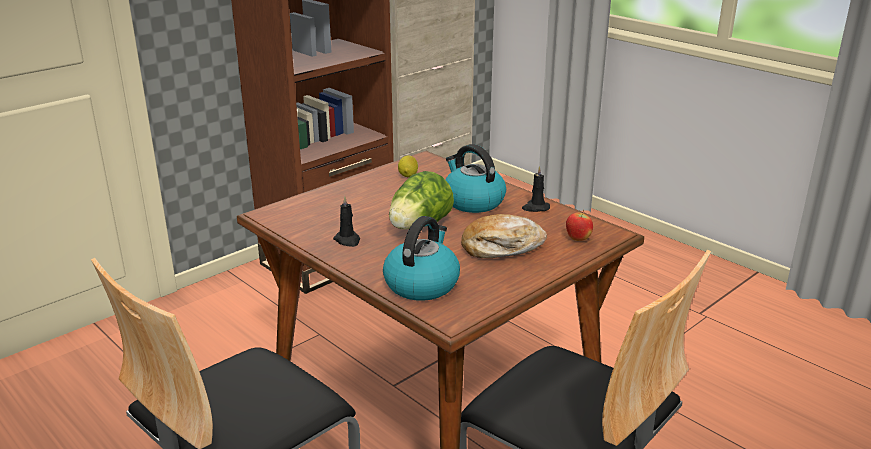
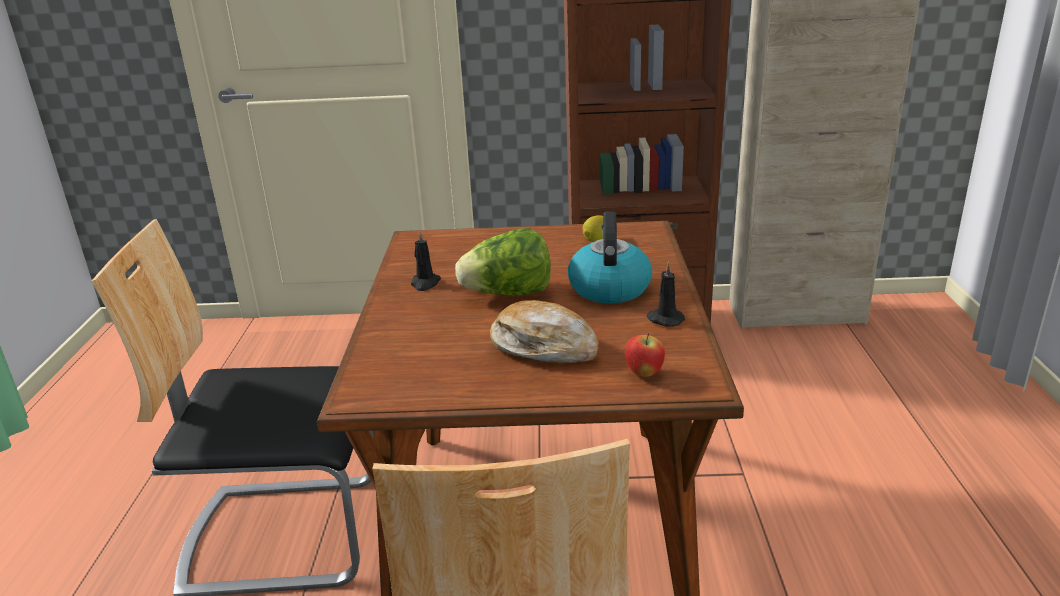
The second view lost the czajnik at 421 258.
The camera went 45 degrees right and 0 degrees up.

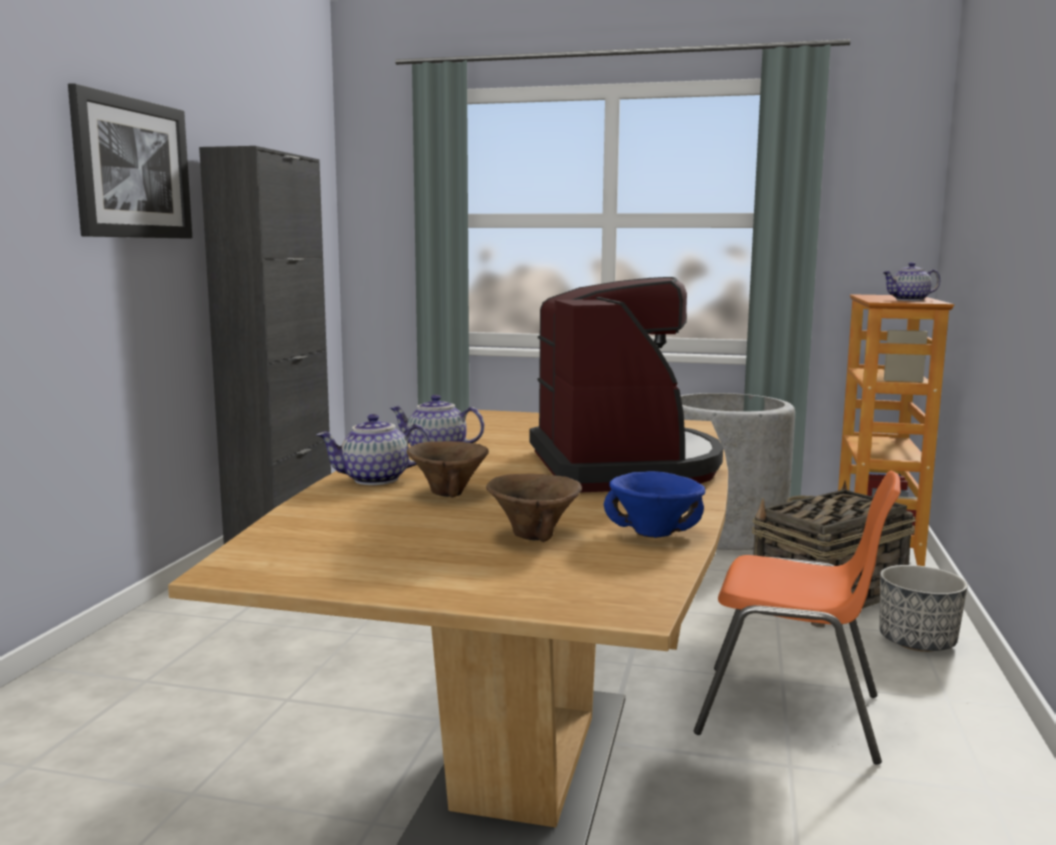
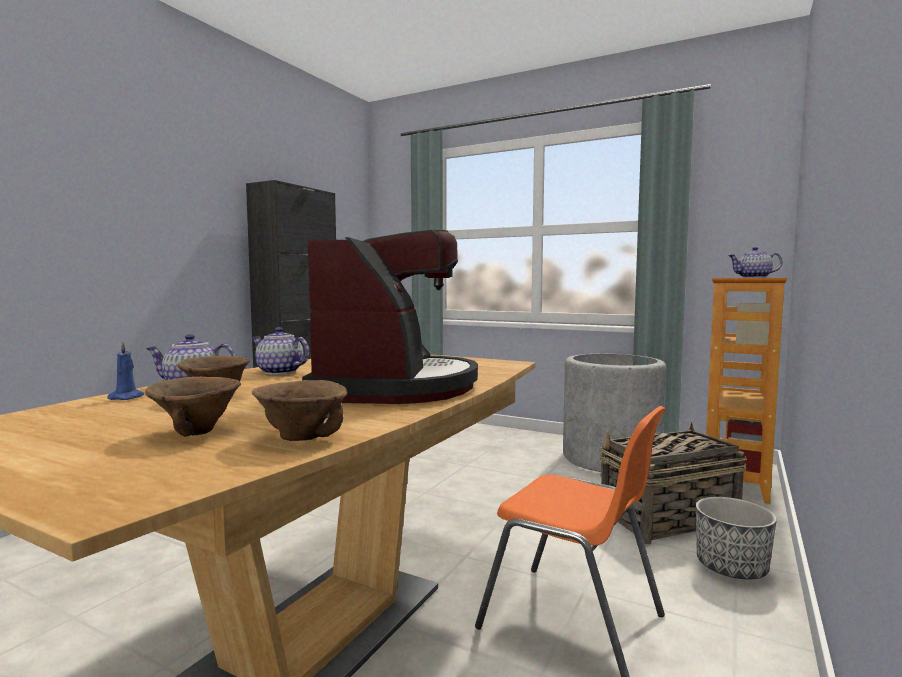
The second view lost the obraz at 130 161.
What was the miska [niebieski] at 654 504 turned into the miska [brązowy] at 299 410.
The second view gained the świeca [niebieski] at 125 370.
The camera went 15 degrees right and 5 degrees down.

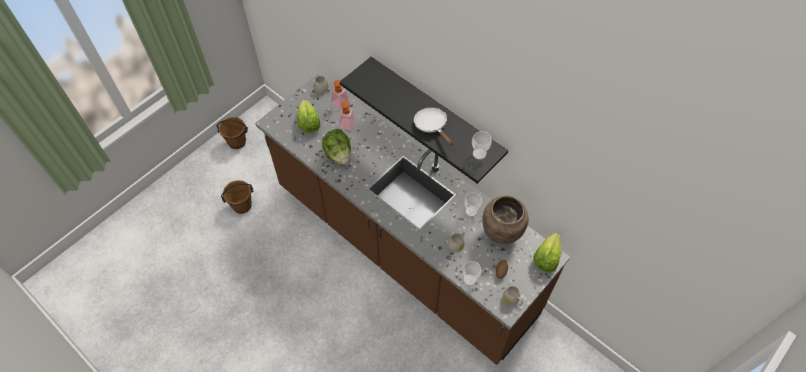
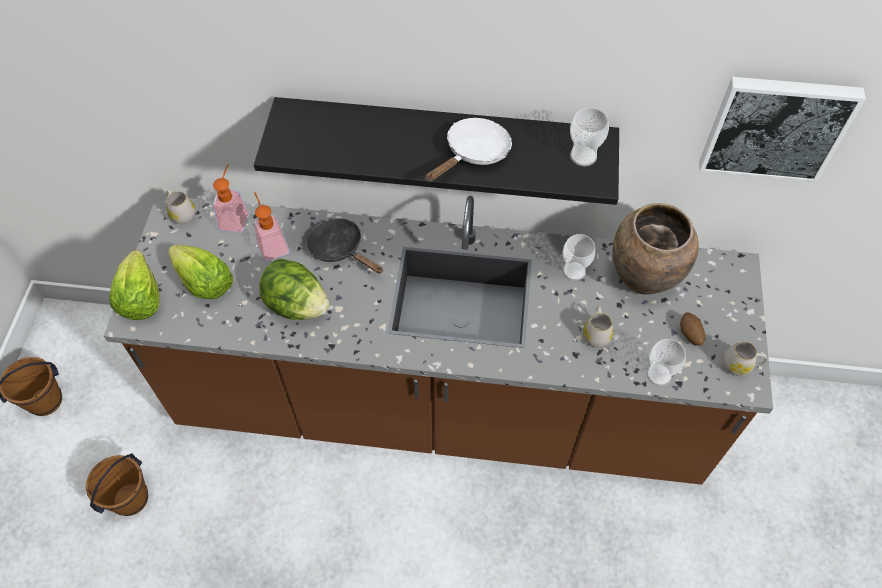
The patelnia [biały] at 434 126 ended up facing another way, 105 degrees clockwise from before.
The sałata ended up elsewhere, having gone from 547 253 to 134 285.
The second view gained the patelnia [czarny] at 345 246.
The second view gained the obraz at 782 130.
The camera went 35 degrees left and 0 degrees up.

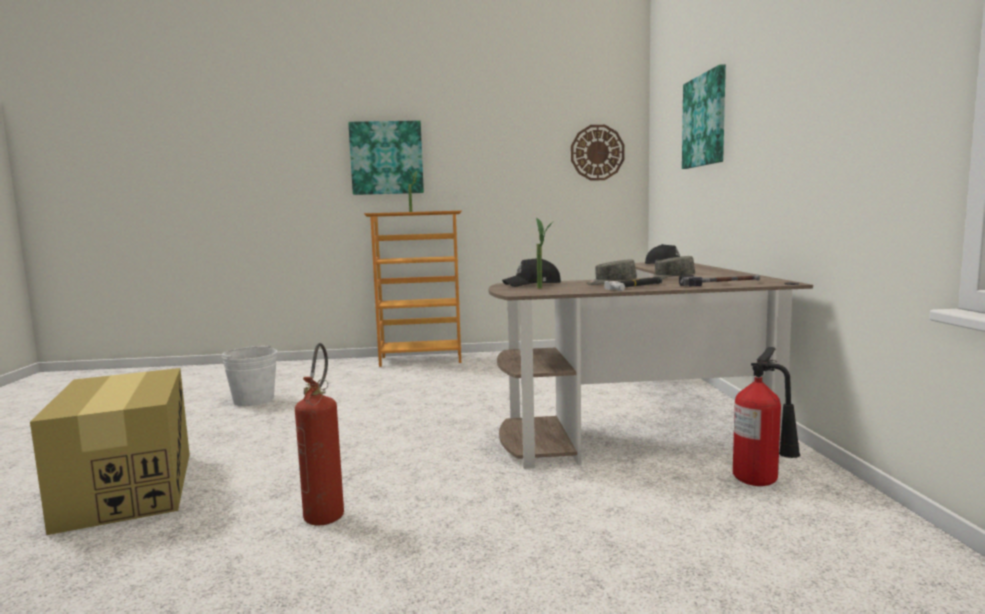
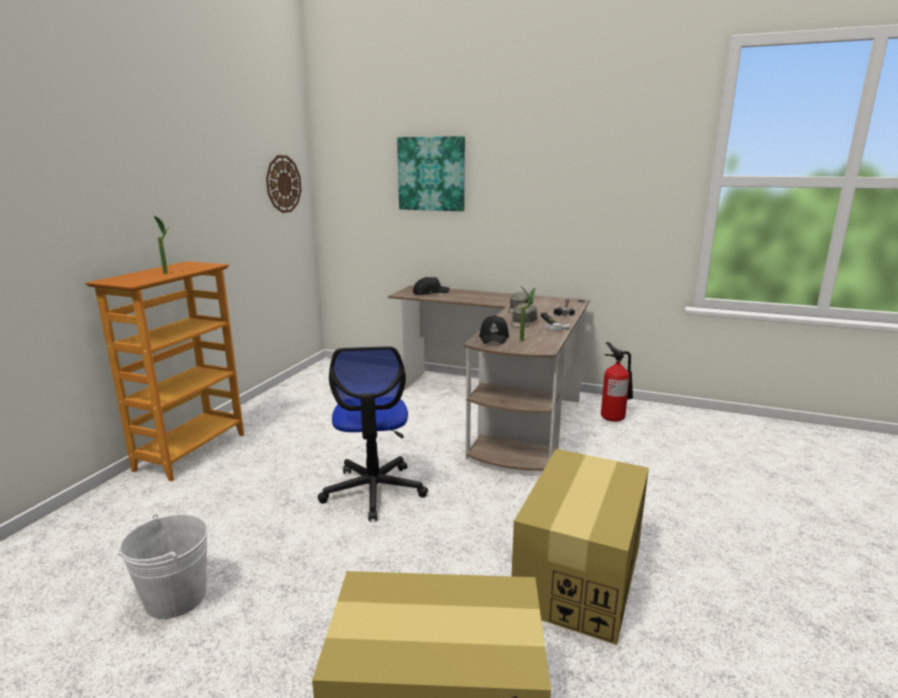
Where the gaśnica stood at 319 434, the karton came to stand at 580 547.
The second view lost the obraz at 386 158.
The second view gained the krzesło biurowe at 373 433.
The camera went 65 degrees left and 10 degrees up.

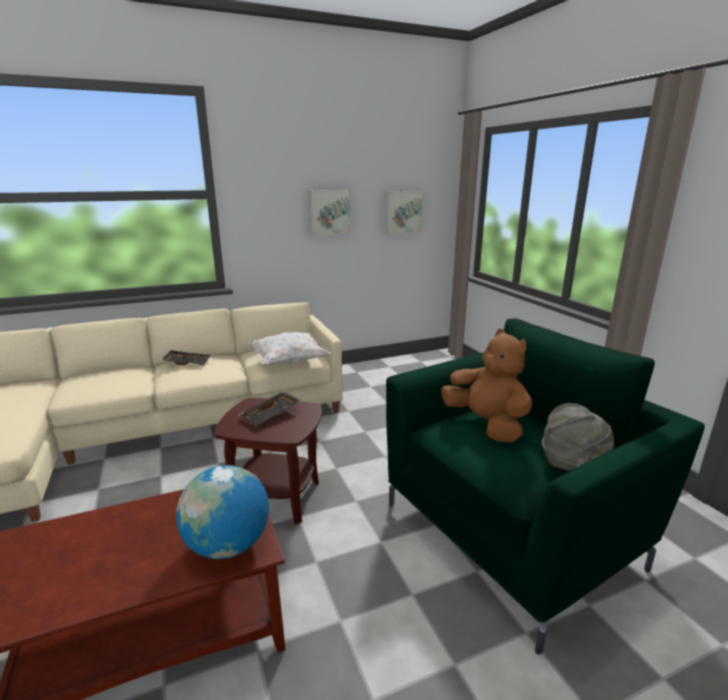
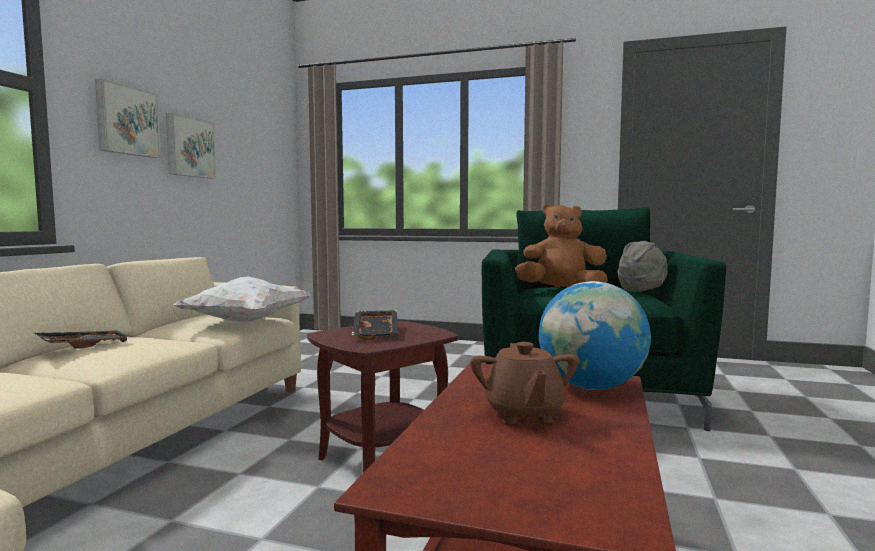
The obraz ended up elsewhere, having gone from 404 212 to 128 118.
The second view gained the imbryk [brązowy] at 524 383.
The camera went 50 degrees left and 15 degrees down.

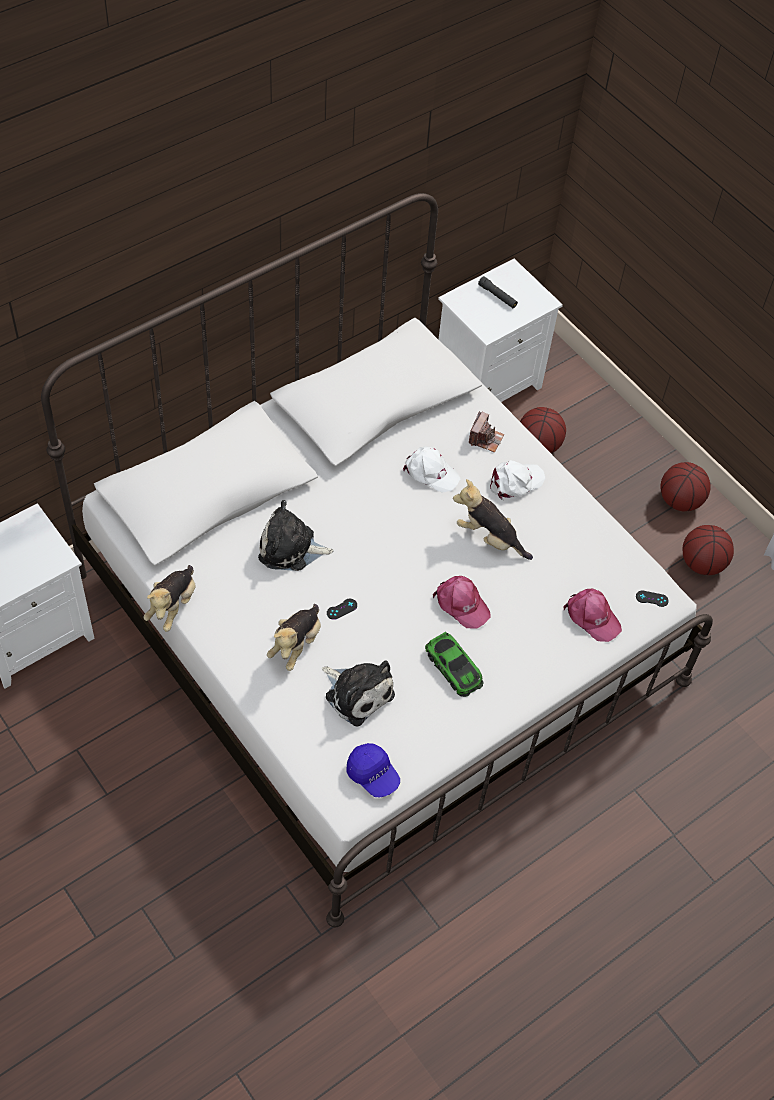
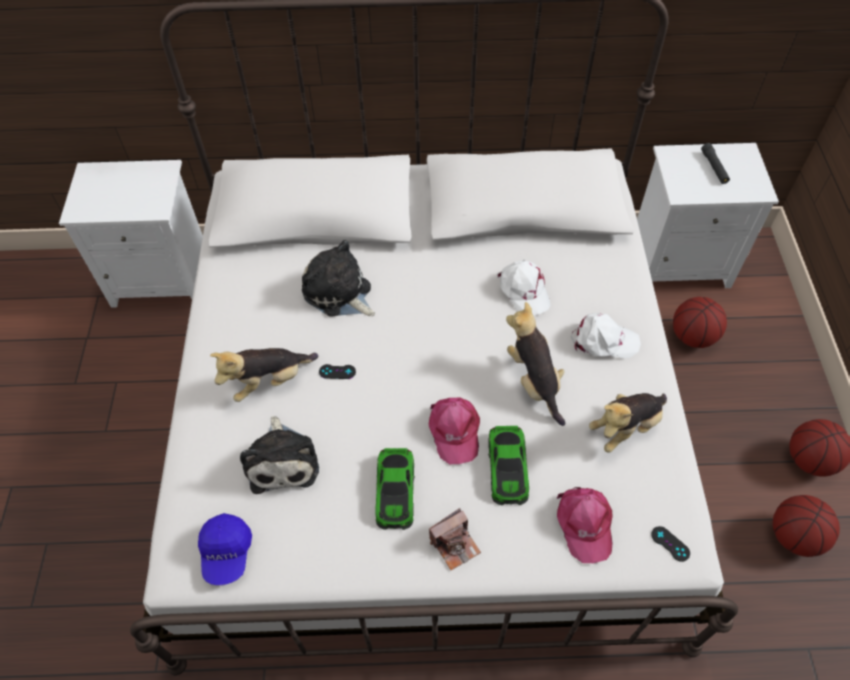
The pluszak ended up elsewhere, having gone from 169 598 to 628 423.
The aparat fotograficzny ended up elsewhere, having gone from 486 432 to 455 539.
The second view gained the samochodzik at 508 465.
The camera went 40 degrees right and 0 degrees up.

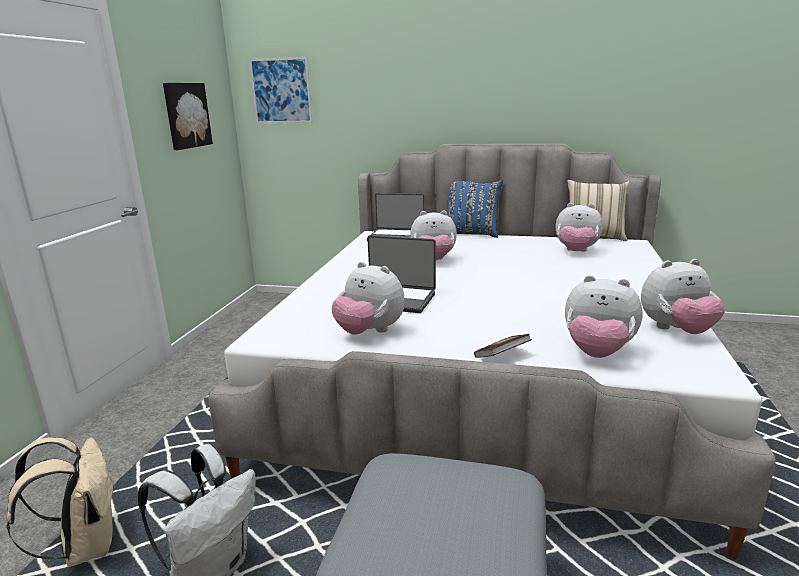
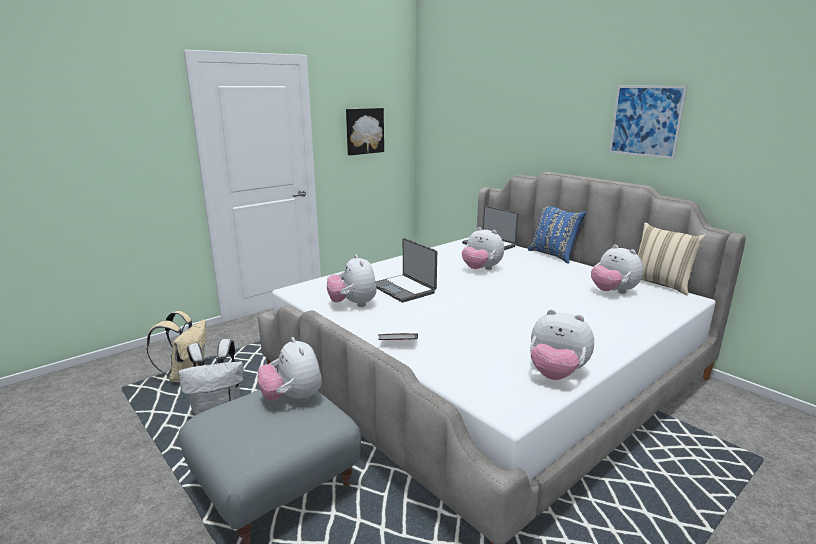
The obraz ended up elsewhere, having gone from 281 90 to 648 122.
The pluszak ended up elsewhere, having gone from 604 316 to 289 369.
The camera went 35 degrees right and 0 degrees up.

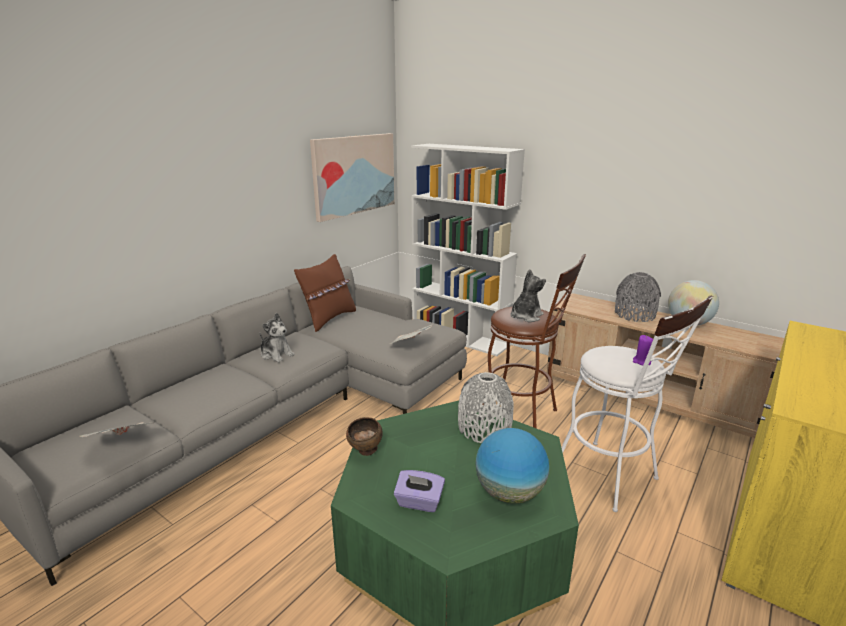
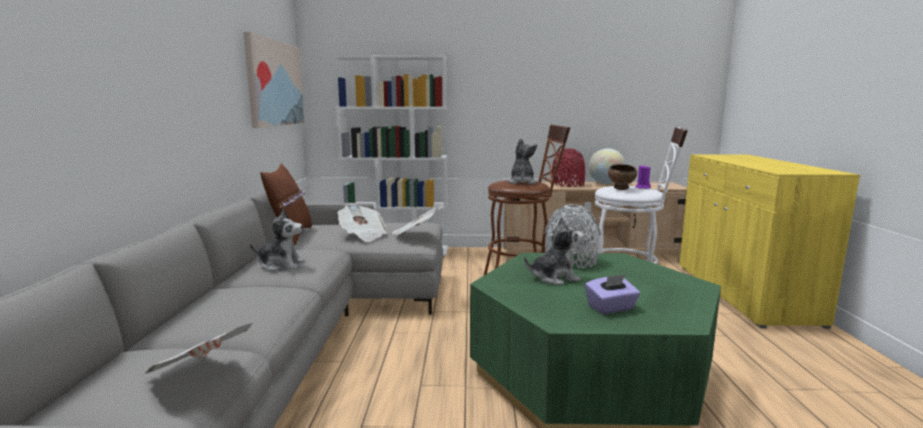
The miska [brązowy] ended up elsewhere, having gone from 364 436 to 622 177.
The second view lost the globus at 512 466.
What was the wazon [szary] at 638 297 turned into the wazon [czerwony] at 568 168.
The second view gained the gazeta at 362 223.
The second view gained the pluszak at 554 250.
The camera went 35 degrees left and 10 degrees down.

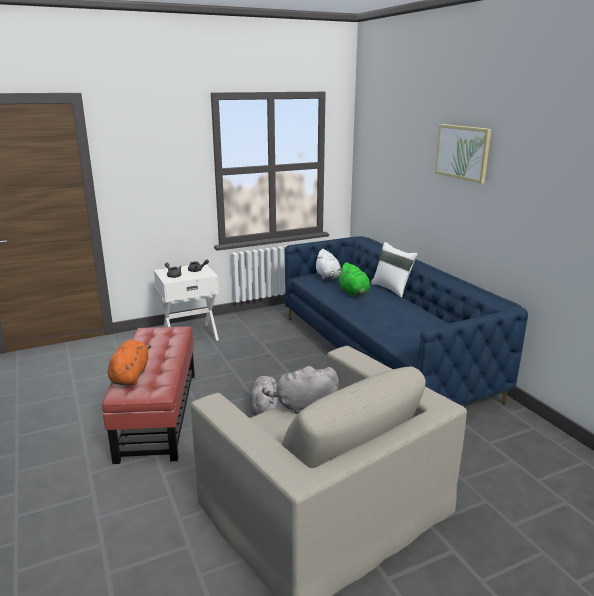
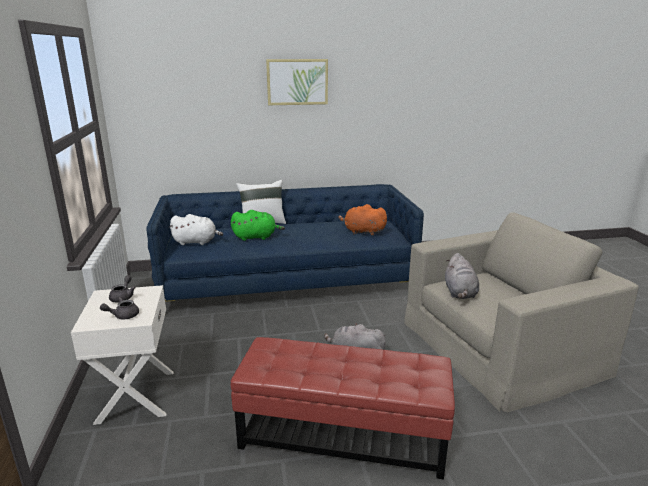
The pluszak [pomarańczowy] ended up elsewhere, having gone from 129 362 to 362 220.
The camera went 75 degrees left and 0 degrees up.

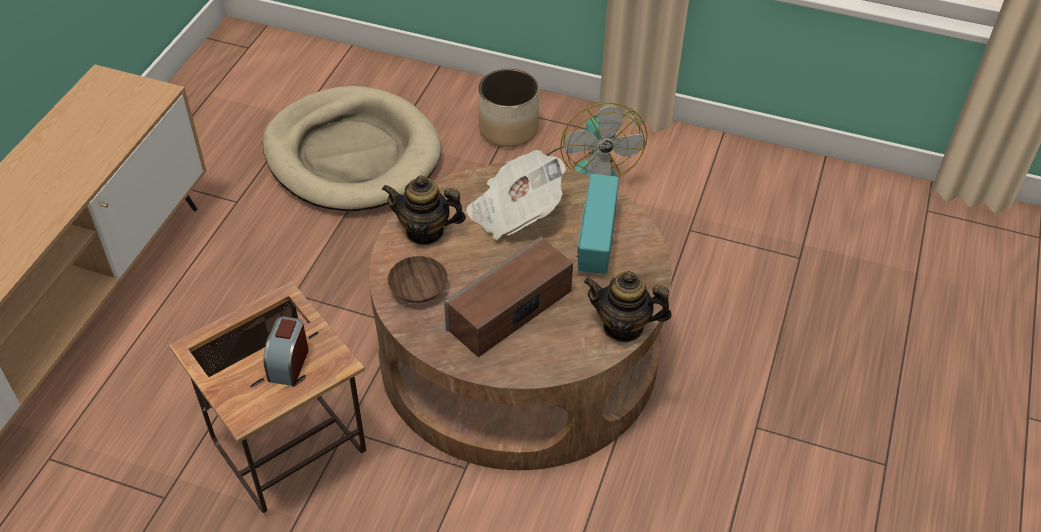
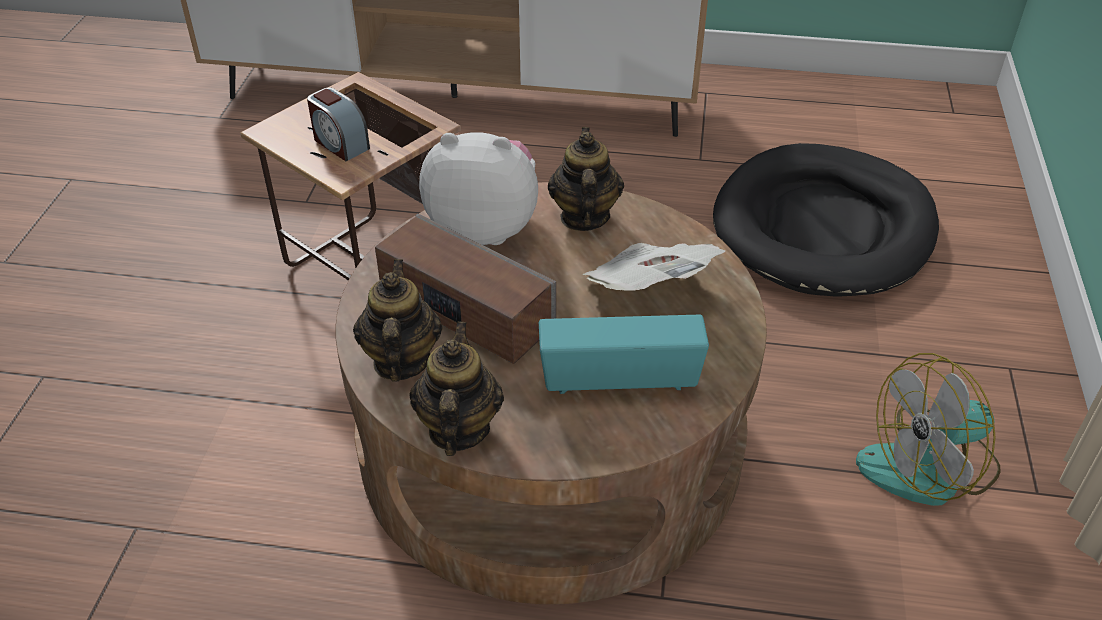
What was the legowisko [beżowy] at 352 148 turned into the legowisko [czarny] at 826 220.
The budzik at 286 351 ended up facing another way, 135 degrees counterclockwise from before.
Where the miska [brązowy] stood at 418 279, the pluszak came to stand at 478 188.
The second view lost the donica at 509 108.
The second view gained the imbryk at 398 320.
The camera went 80 degrees right and 5 degrees down.

